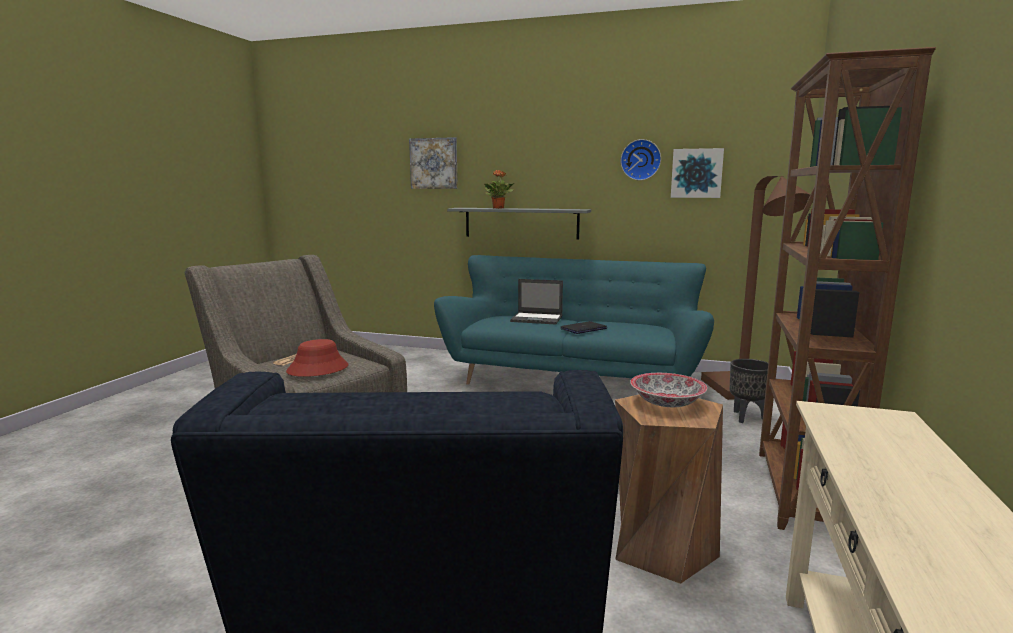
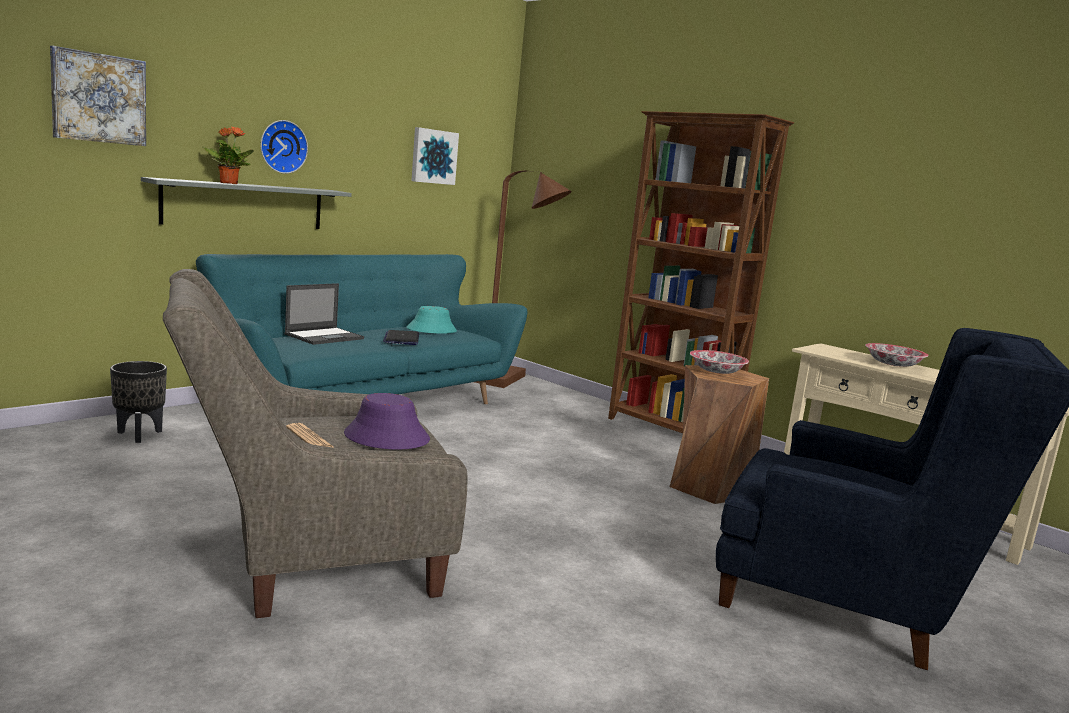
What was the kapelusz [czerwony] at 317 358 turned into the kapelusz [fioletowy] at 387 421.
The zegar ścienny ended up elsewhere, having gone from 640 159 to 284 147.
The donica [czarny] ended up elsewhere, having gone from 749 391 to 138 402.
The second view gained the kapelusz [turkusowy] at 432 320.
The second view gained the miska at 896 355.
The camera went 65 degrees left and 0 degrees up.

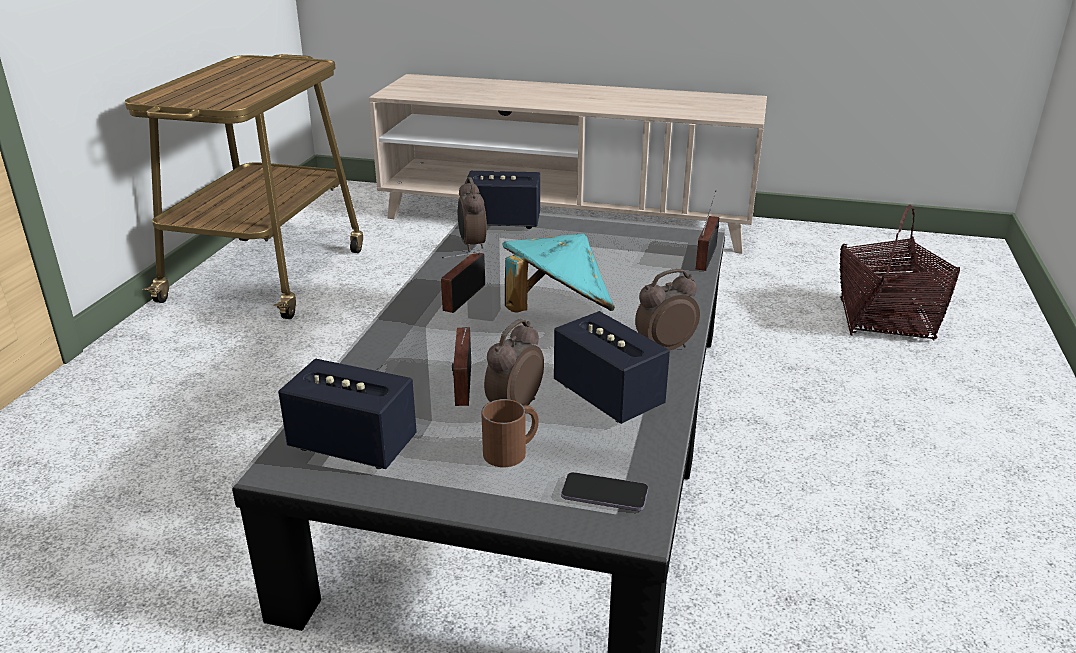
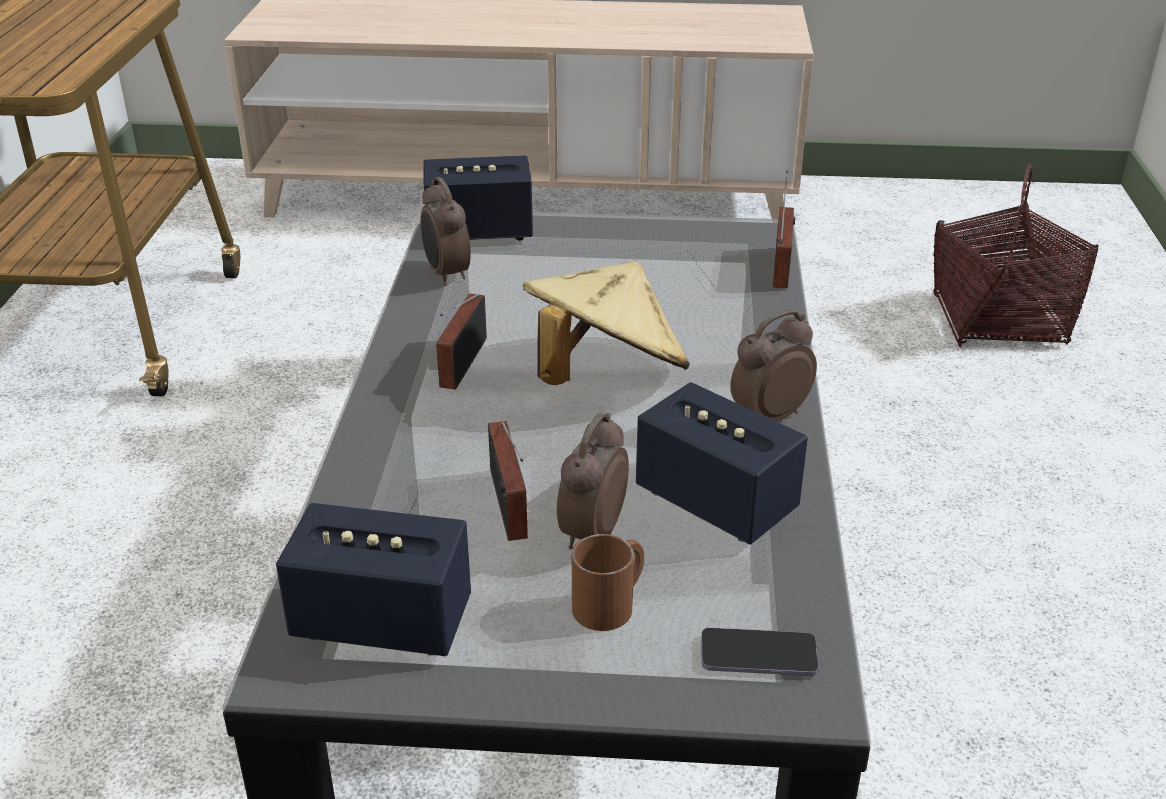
What was the kapelusz [turkusowy] at 559 273 turned into the kapelusz [beżowy] at 606 323.
The camera went 10 degrees left and 5 degrees up.

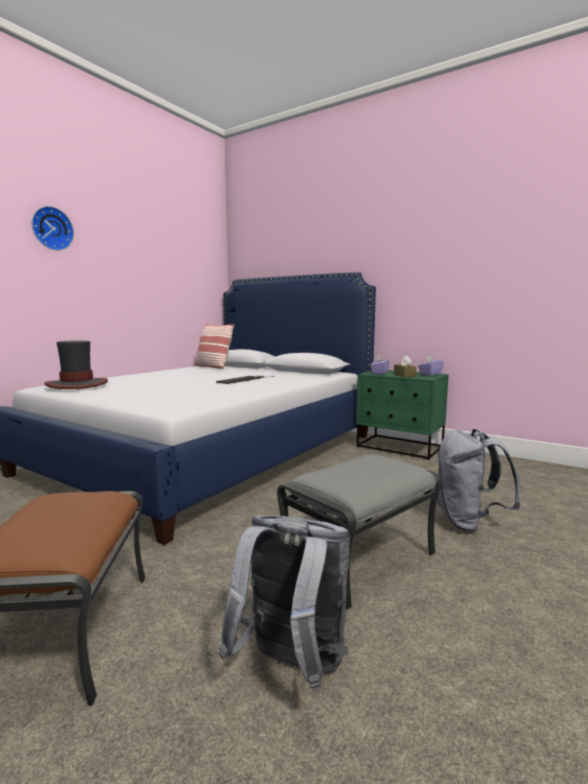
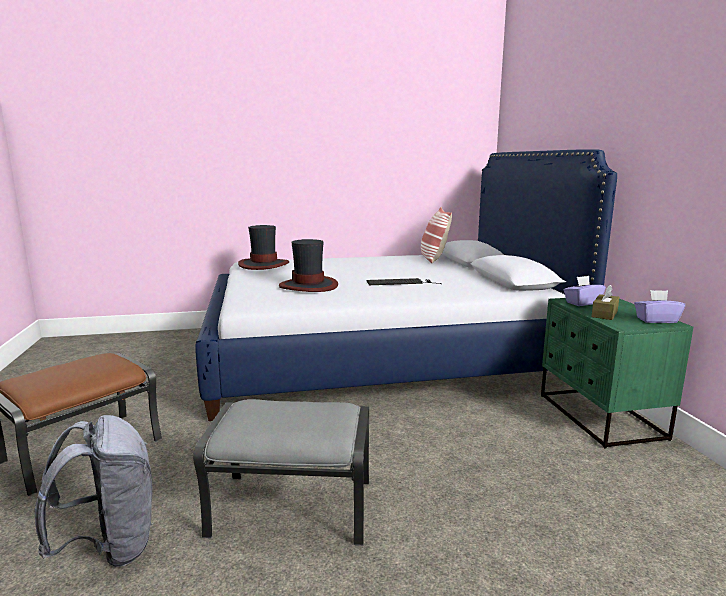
The second view lost the zegar ścienny at 53 228.
The second view lost the plecak [szary] at 479 480.
The second view gained the kapelusz at 308 265.
The camera went 45 degrees right and 5 degrees up.

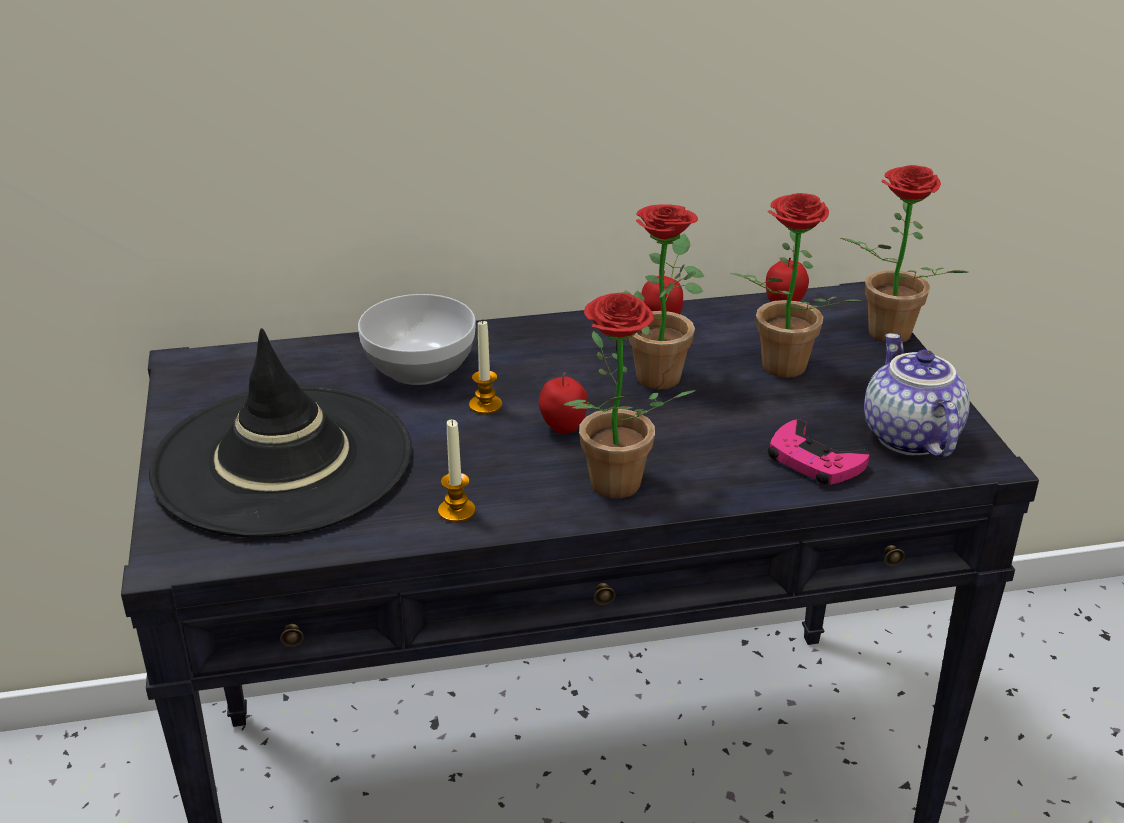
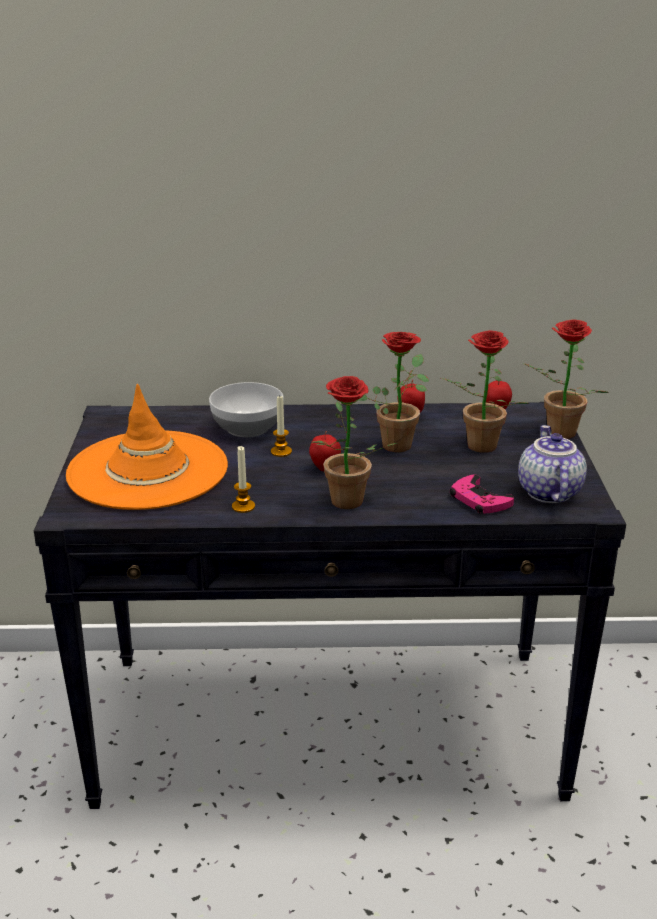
What was the kapelusz [czarny] at 280 433 turned into the kapelusz [pomarańczowy] at 147 447.
The camera went 10 degrees right and 5 degrees down.

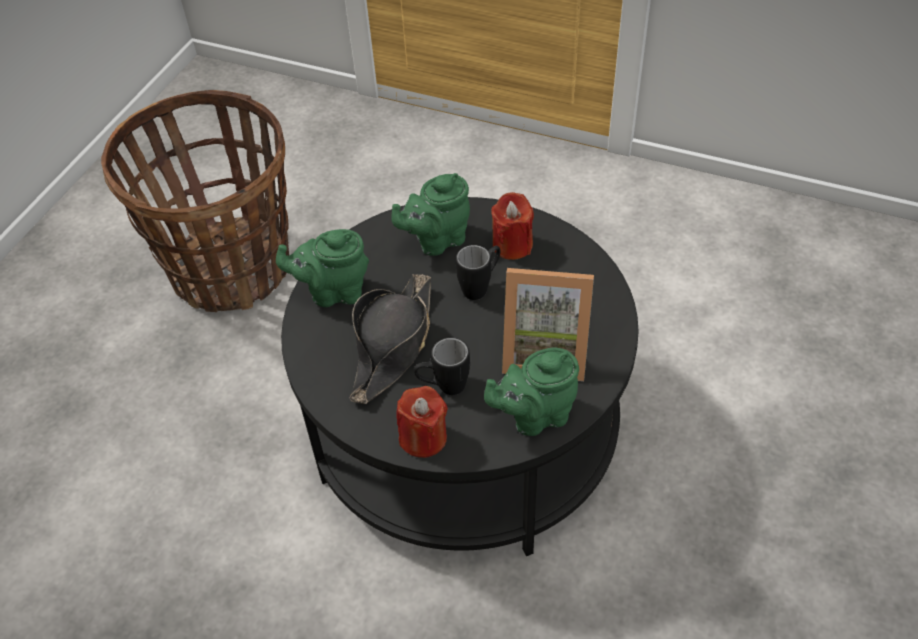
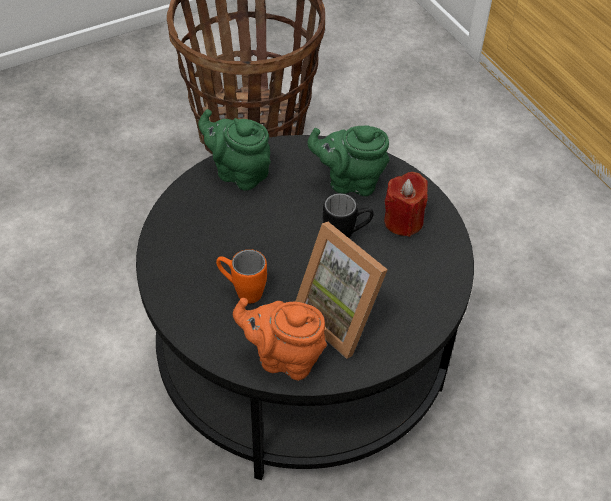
The second view lost the kapelusz [czarny] at 390 339.
The second view lost the świeca [czerwony] at 422 422.
What was the kubek [czarny] at 442 366 turned into the kubek [pomarańczowy] at 241 276.
What was the imbryk [zielony] at 531 391 turned into the imbryk [pomarańczowy] at 280 338.
The camera went 35 degrees right and 0 degrees up.

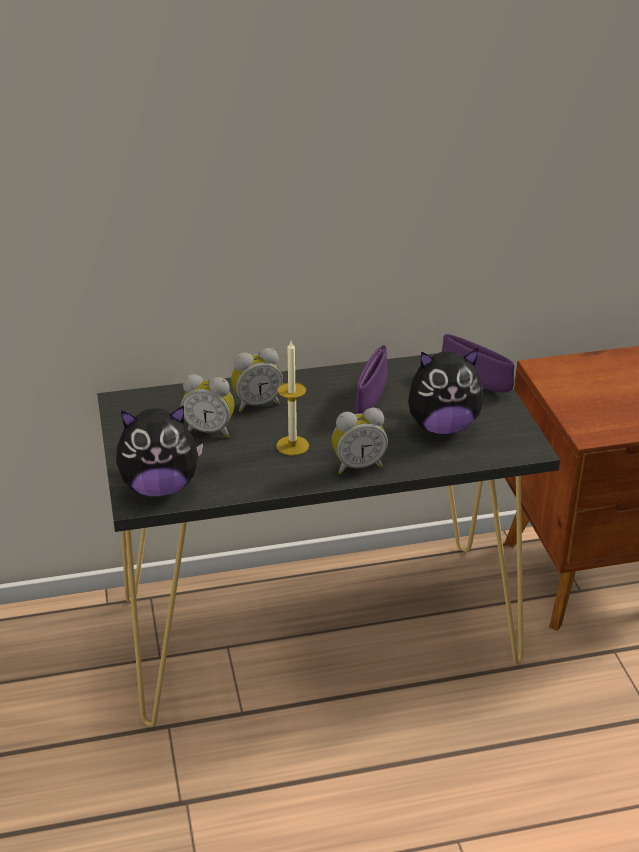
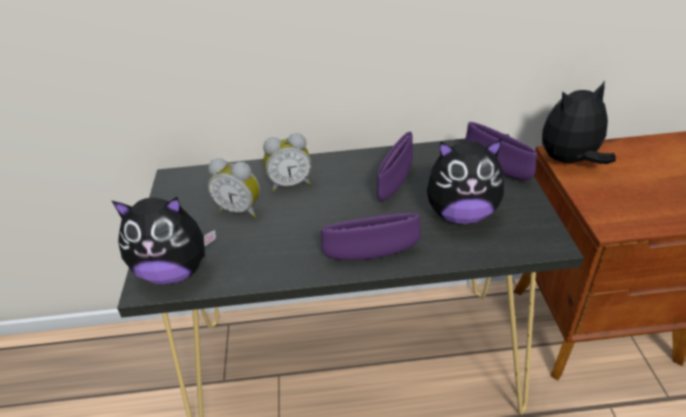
The second view lost the świeca at 292 398.
Where the budzik stood at 360 441, the miska [fioletowy] came to stand at 371 236.
The second view gained the pluszak at 579 122.
The camera went 10 degrees right and 5 degrees up.

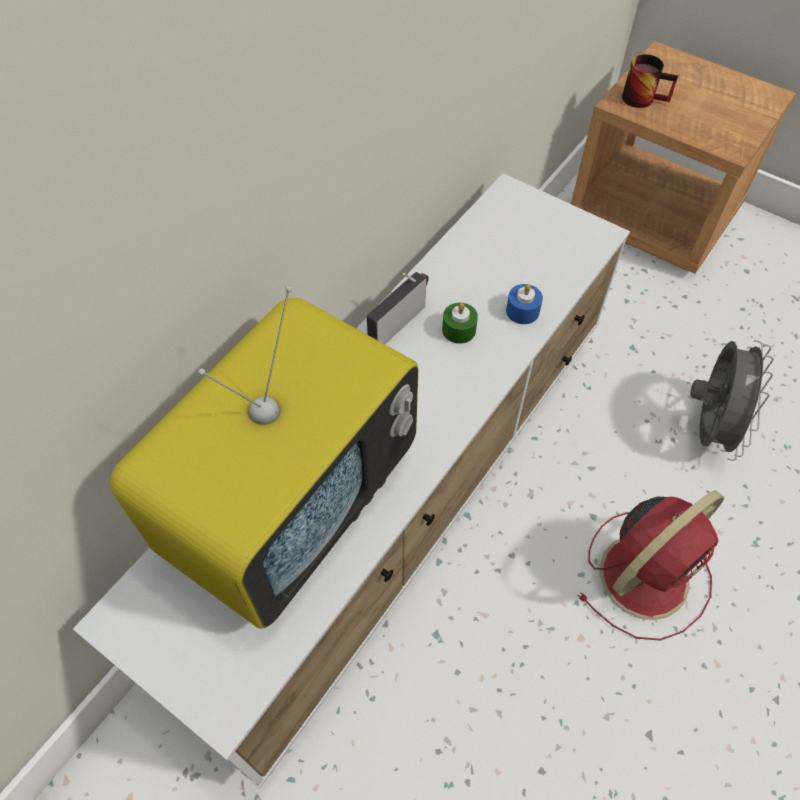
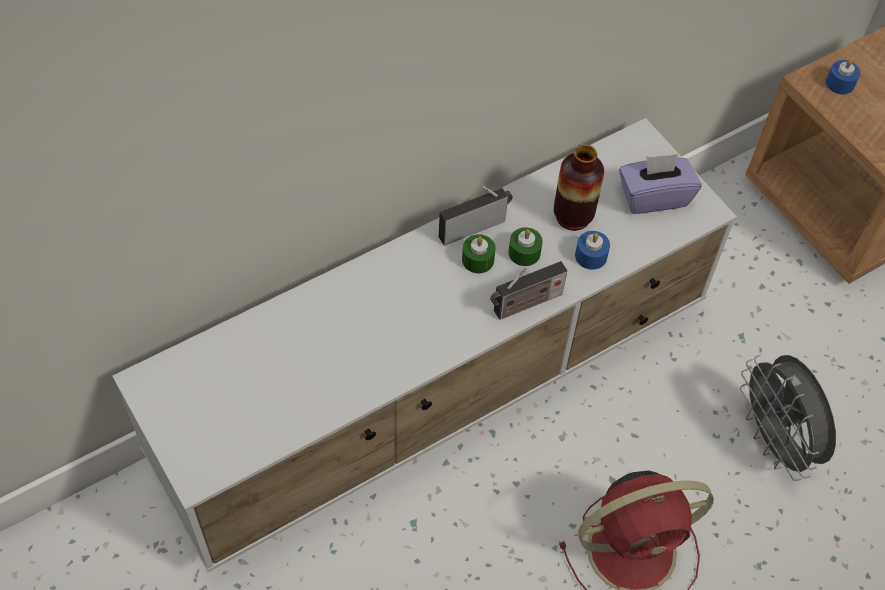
The second view lost the telewizor at 264 457.
Where the kubek stood at 650 81, the świeca [niebieski] came to stand at 843 76.
The wentylator [szary] at 732 400 ended up facing another way, 120 degrees clockwise from before.
The second view gained the świeca [zielony] at 479 253.
The second view gained the radio at 528 290.
The second view gained the wazon at 579 187.
The second view gained the pudełko chusteczek [fioletowy] at 660 184.
The camera went 20 degrees right and 0 degrees up.

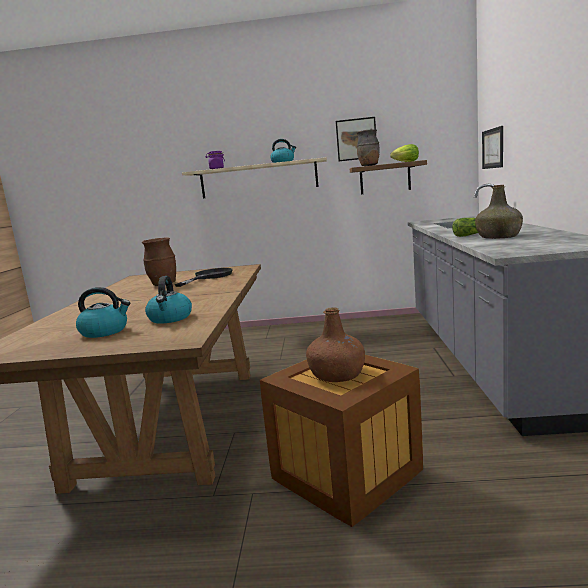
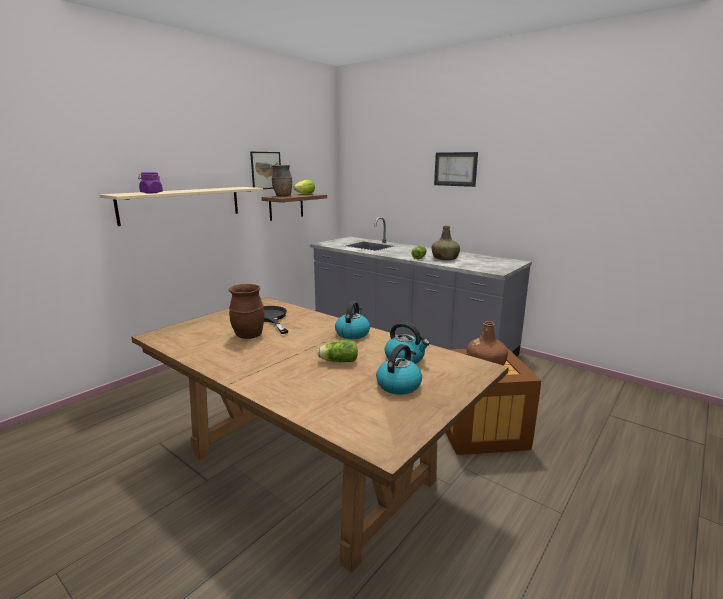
The czajnik ended up elsewhere, having gone from 283 151 to 352 320.
The obraz ended up elsewhere, having gone from 492 147 to 456 169.
The second view gained the sałata at 337 351.
The camera went 55 degrees left and 5 degrees up.

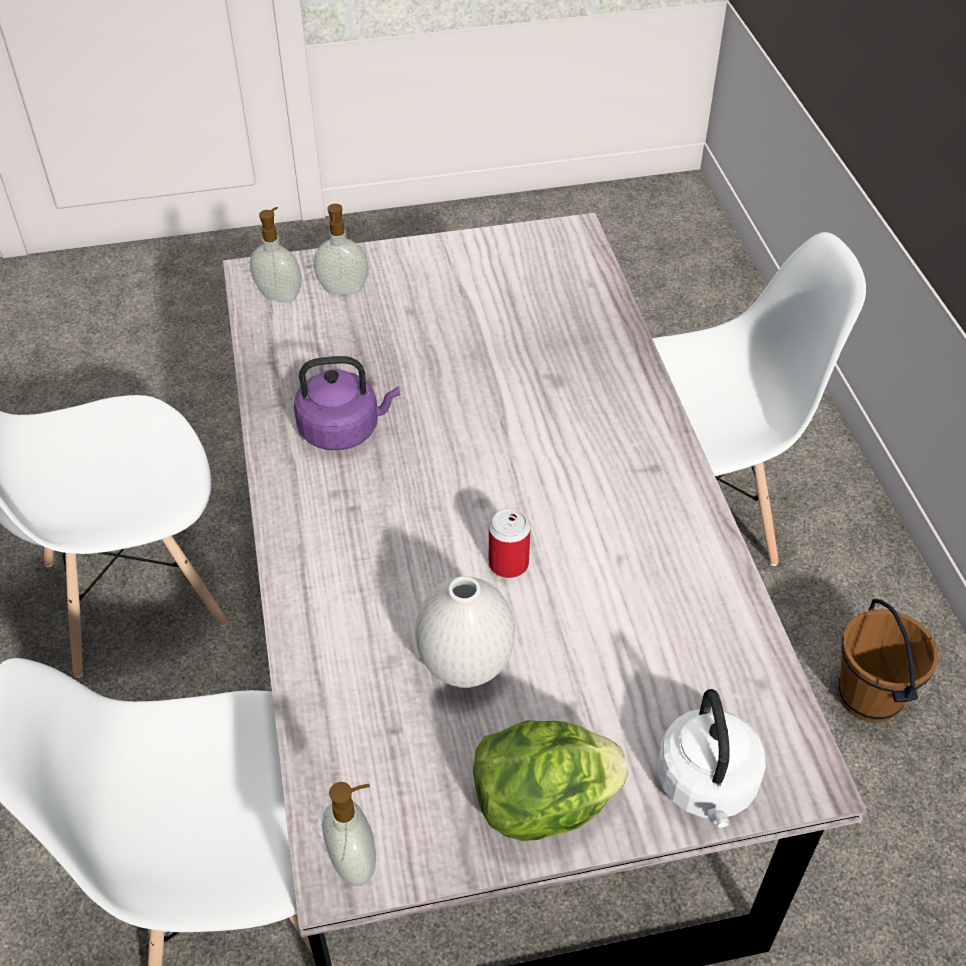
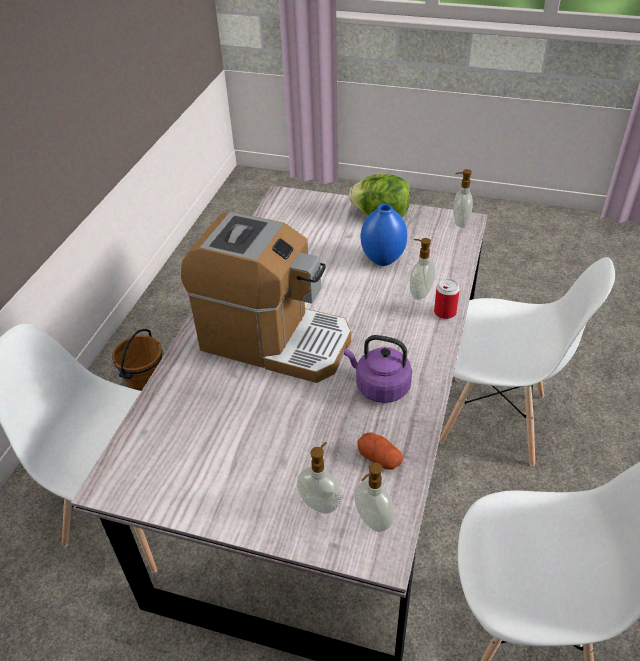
What was the wazon [biały] at 465 632 turned into the wazon [niebieski] at 384 235.
The puszka ended up elsewhere, having gone from 510 543 to 447 298.
The second view lost the czajnik [biały] at 711 758.
The second view gained the ekspres do kawy at 266 297.
The second view gained the ziemniak at 380 451.
The second view gained the dozownik mydła at 422 269.
The camera went 150 degrees left and 5 degrees down.

